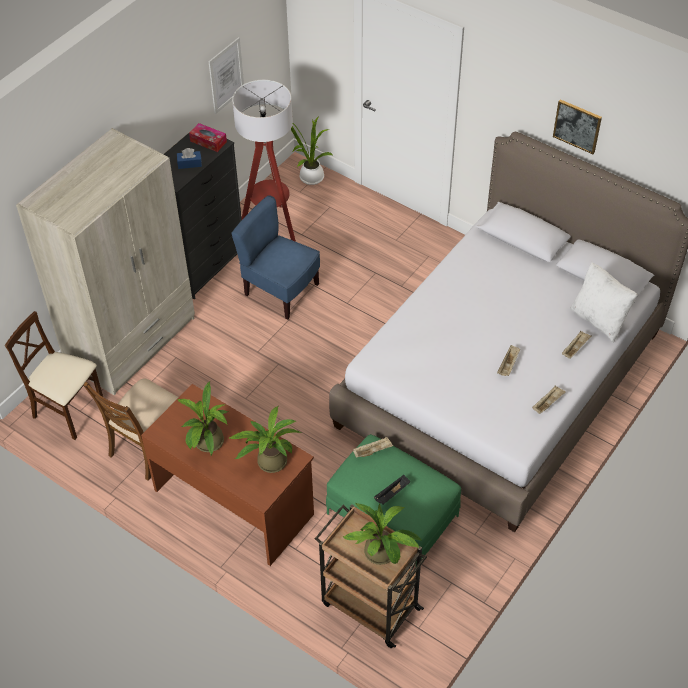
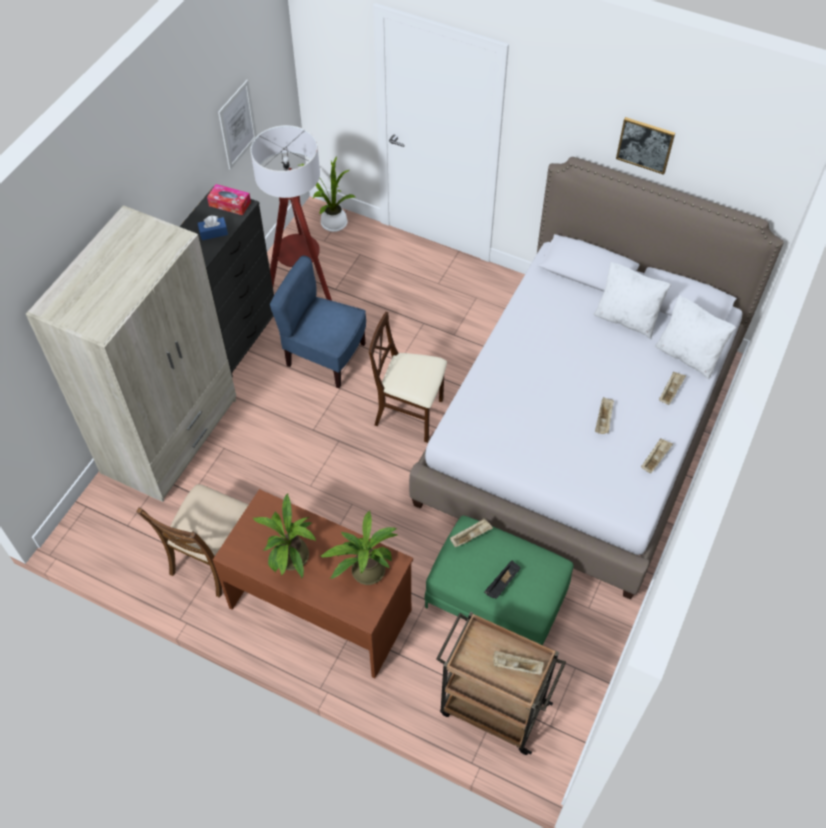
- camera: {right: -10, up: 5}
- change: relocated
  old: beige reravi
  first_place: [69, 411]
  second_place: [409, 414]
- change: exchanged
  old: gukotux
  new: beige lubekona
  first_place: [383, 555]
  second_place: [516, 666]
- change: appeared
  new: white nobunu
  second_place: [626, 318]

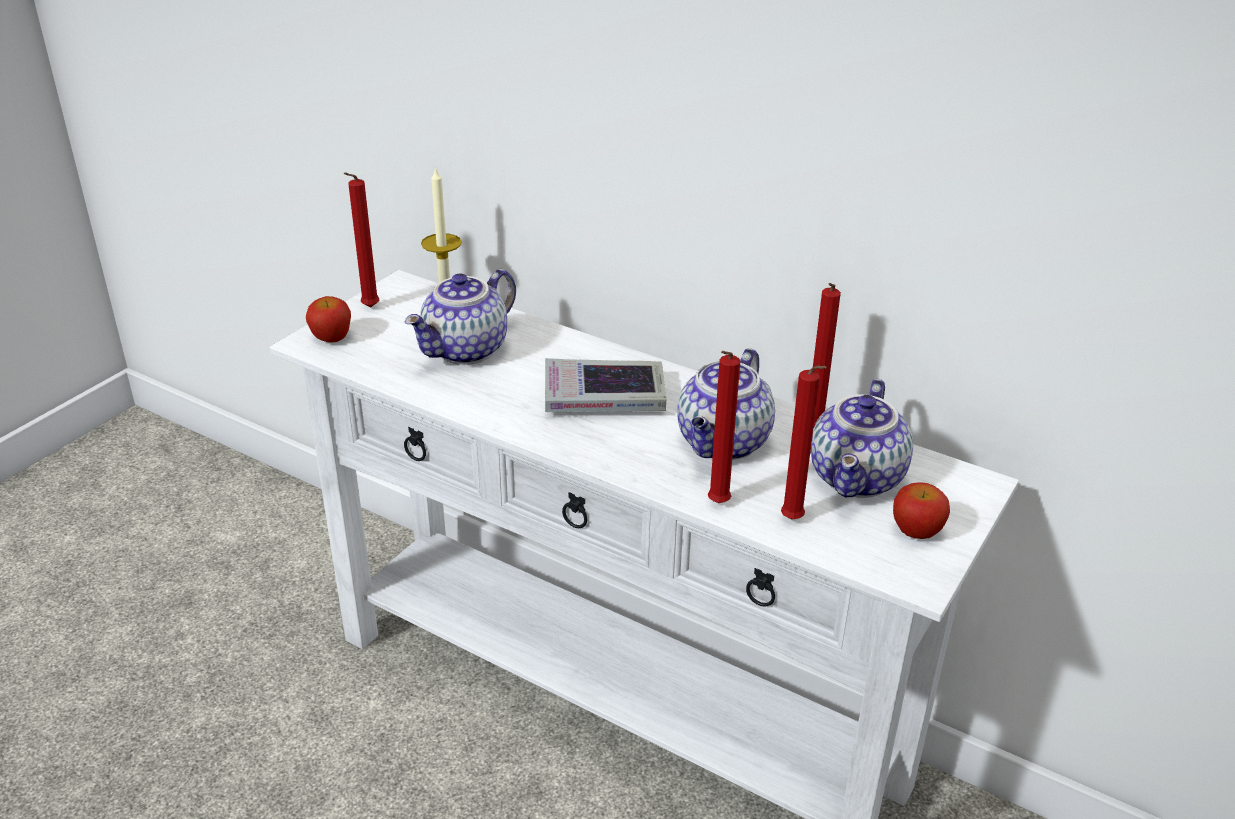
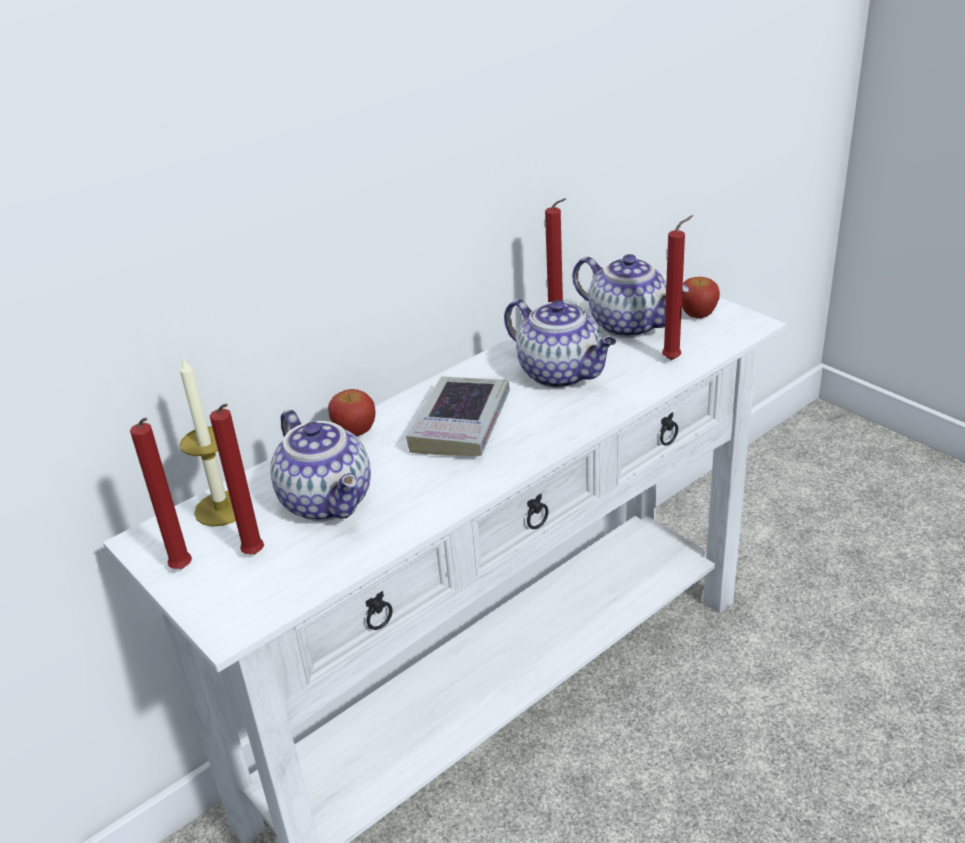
- camera: {right: -70, up: 0}
- change: relocated
  old: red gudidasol
  first_place: [716, 505]
  second_place: [256, 556]
- change: relocated
  old: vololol
  first_place: [331, 337]
  second_place: [355, 431]

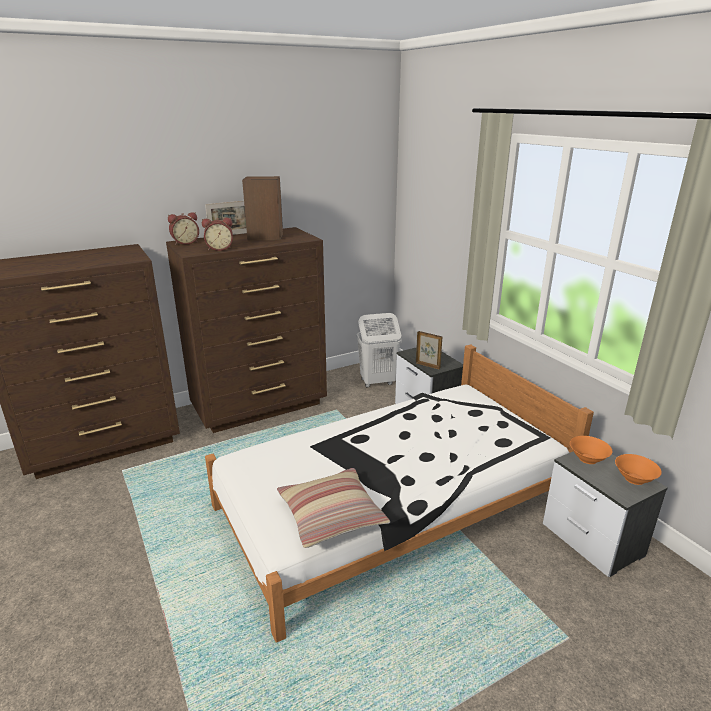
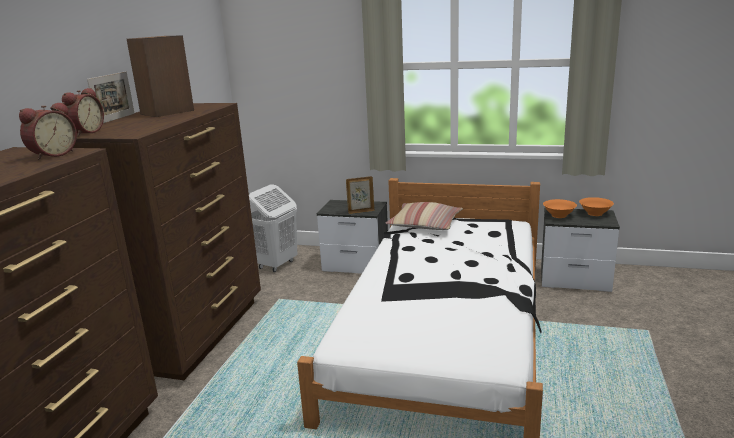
- camera: {right: -45, up: -5}
- change: relocated
  old: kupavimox
  first_place: [219, 248]
  second_place: [52, 155]
- change: relocated
  old: nobunu
  first_place: [331, 515]
  second_place: [425, 225]

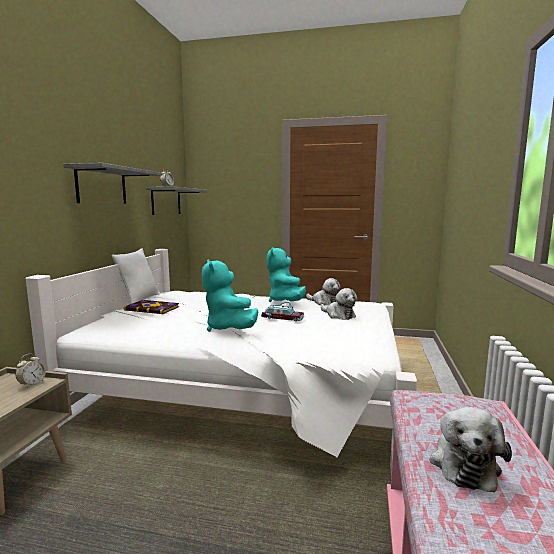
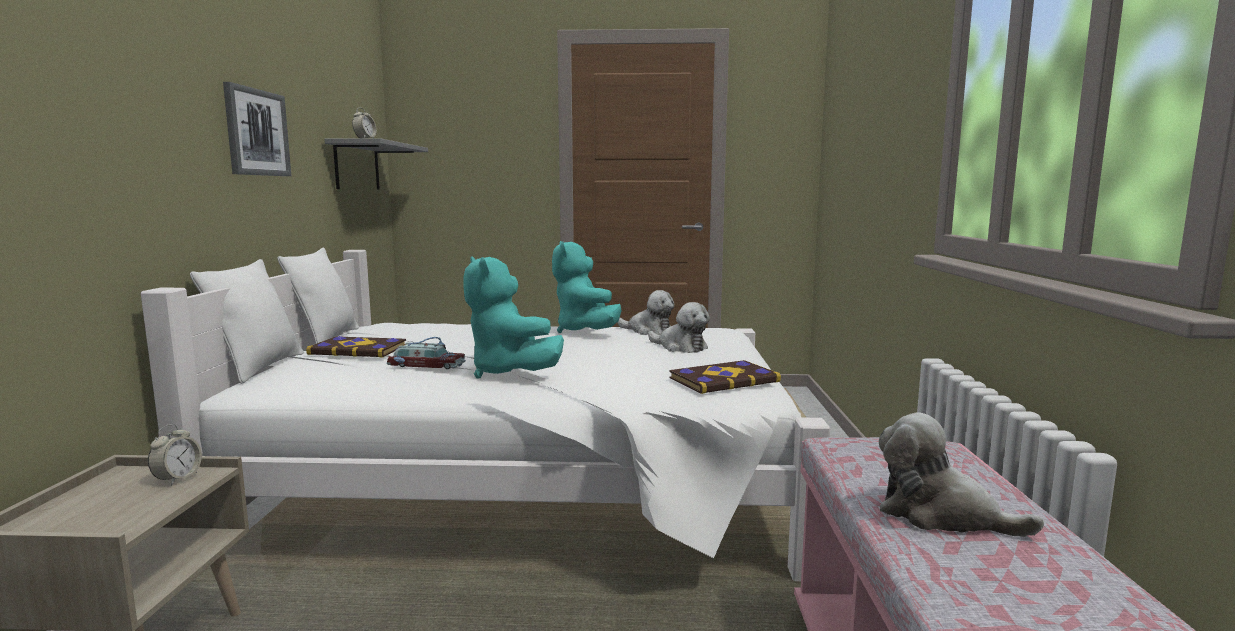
- camera: {right: -10, up: 0}
- change: appeared
  new: white nobunu
  second_place: [259, 368]
- change: exchanged
  old: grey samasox
  new: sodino
  first_place: [101, 186]
  second_place: [256, 132]
- change: relocated
  old: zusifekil
  first_place: [282, 317]
  second_place: [426, 364]
- change: appeared
  new: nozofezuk
  second_place: [723, 380]
- change: spun
  old: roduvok
  first_place: [464, 463]
  second_place: [940, 515]
  degrees: 120

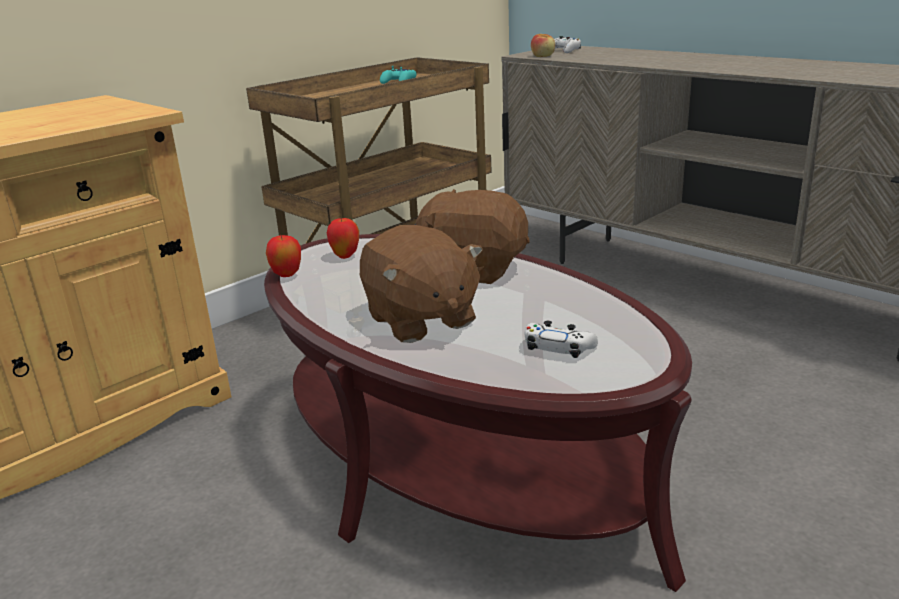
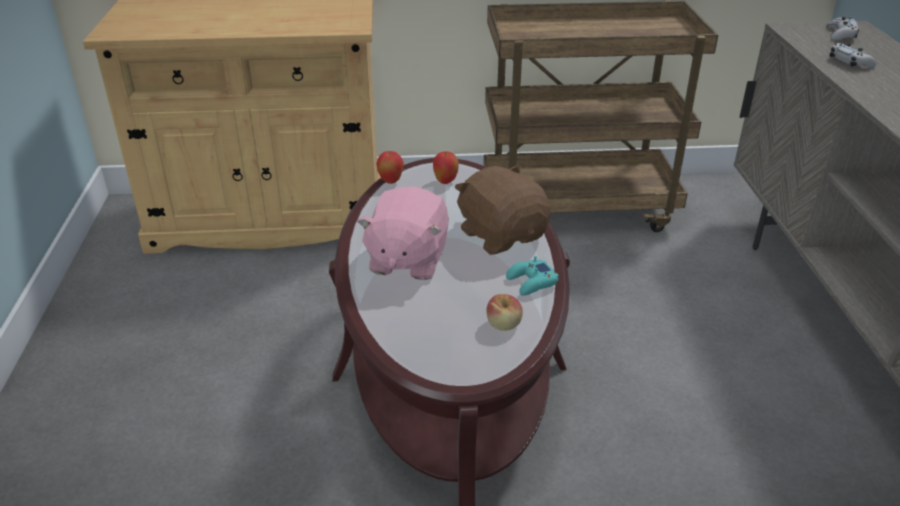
- camera: {right: 40, up: 10}
- change: colour
  old: brown roduvok
  new: pink roduvok
  first_place: [420, 320]
  second_place: [407, 260]
- change: relocated
  old: vololol
  first_place: [543, 56]
  second_place: [504, 324]
- change: relocated
  old: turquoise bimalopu
  first_place: [399, 81]
  second_place: [531, 282]
- change: relocated
  old: white bimalopu
  first_place: [558, 348]
  second_place: [849, 62]

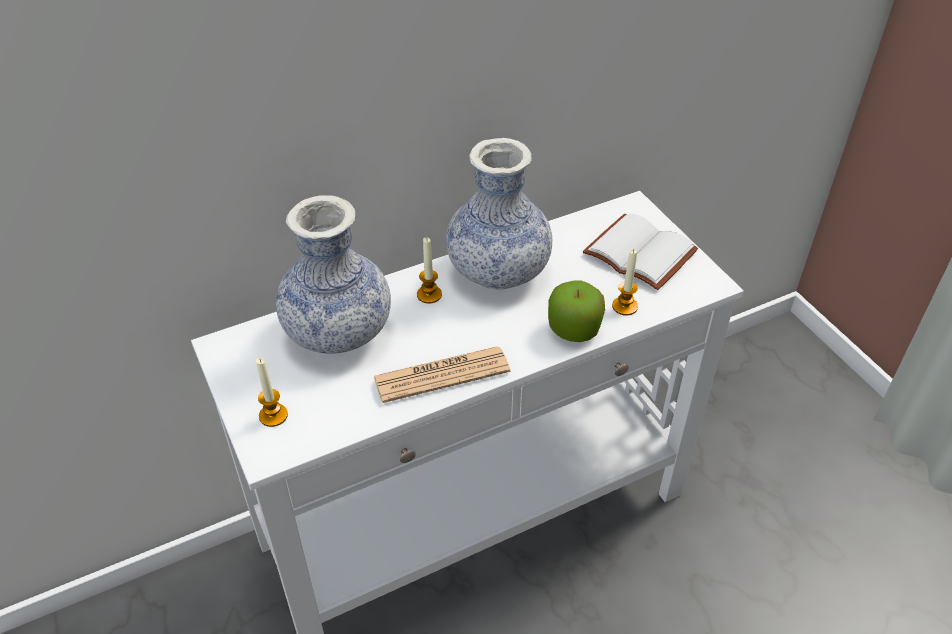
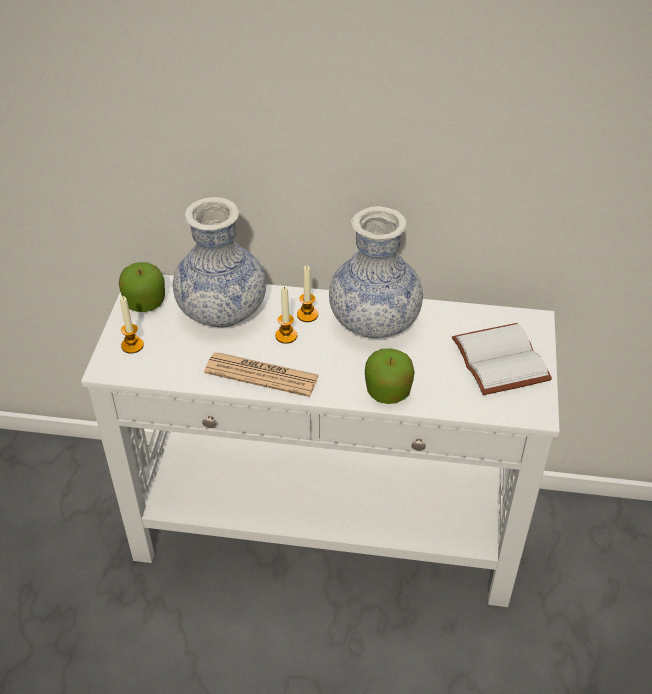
- camera: {right: 35, up: 0}
- change: appeared
  new: vololol
  second_place: [145, 302]
- change: relocated
  old: gudidasol
  first_place: [624, 306]
  second_place: [286, 336]

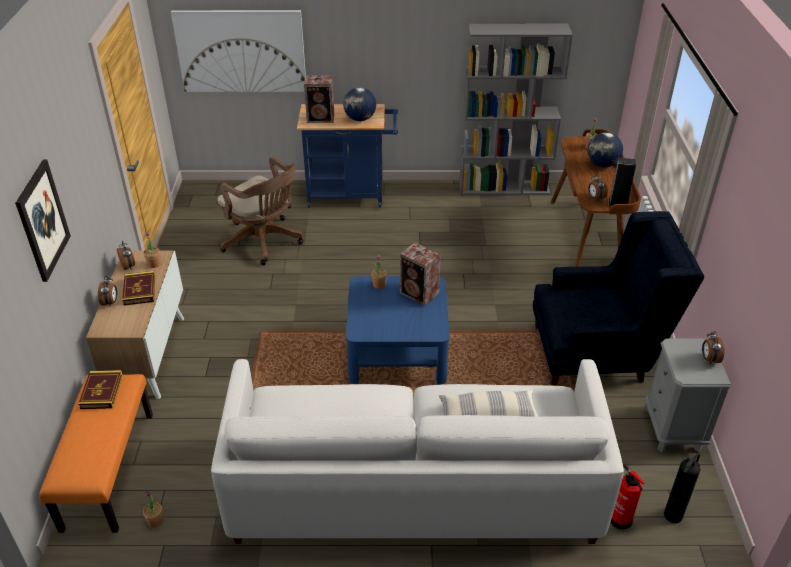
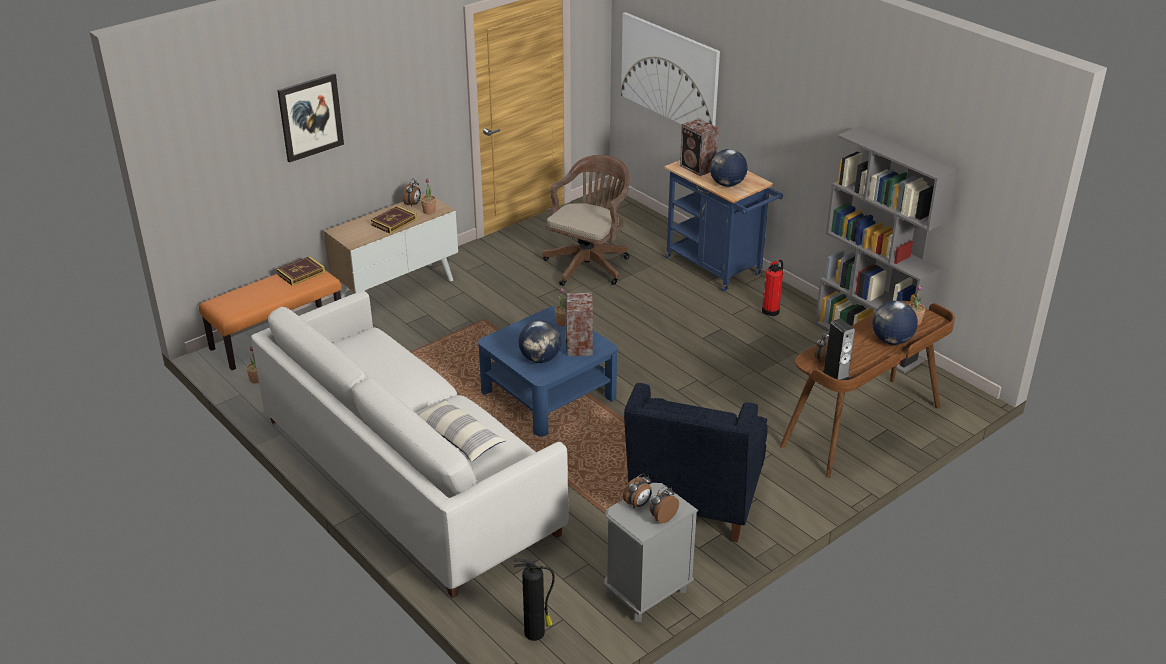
- camera: {right: 50, up: -5}
- change: appeared
  new: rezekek
  second_place: [540, 359]
- change: spun
  old: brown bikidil
  first_place: [264, 242]
  second_place: [589, 264]
  degrees: -150
- change: relocated
  old: kupavimox
  first_place: [110, 302]
  second_place: [638, 504]
- change: spun
  old: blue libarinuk
  first_place: [598, 352]
  second_place: [695, 505]
  degrees: 60
- change: relocated
  old: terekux
  first_place: [619, 518]
  second_place: [771, 310]

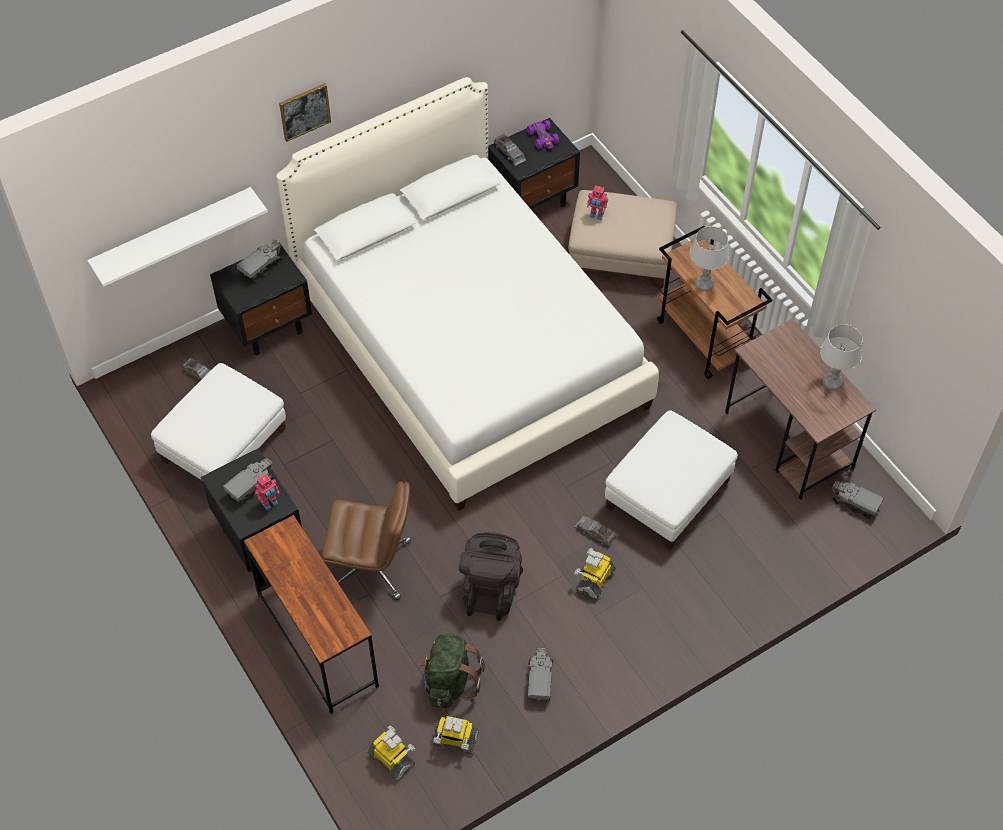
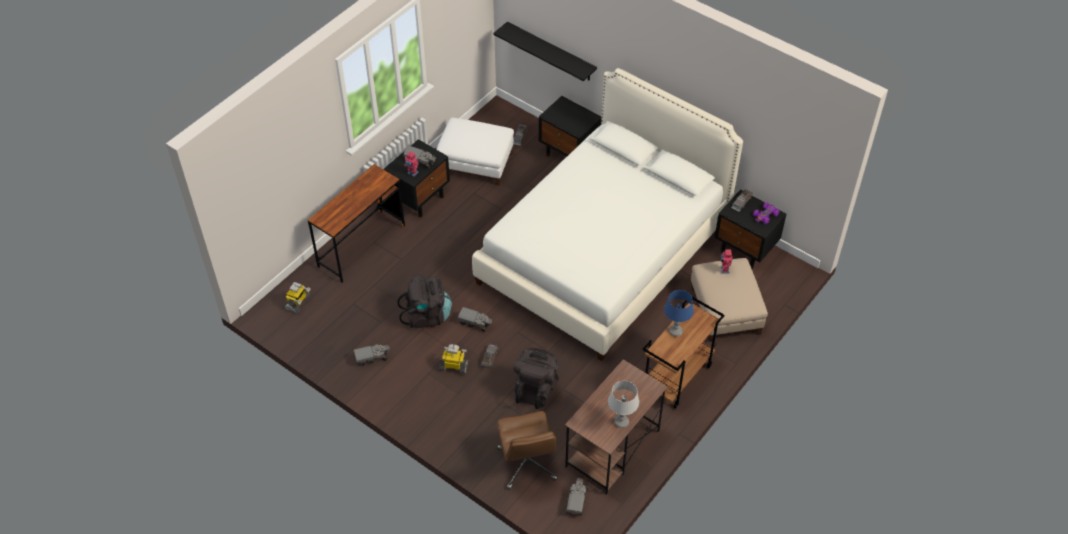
- camera: {right: 70, up: -5}
- change: relocated
  old: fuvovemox
  first_place: [261, 267]
  second_place: [475, 323]
- change: colour
  old: white samasox
  new: black samasox
  first_place: [173, 234]
  second_place: [551, 52]
- change: relocated
  old: brown bikidil
  first_place: [372, 566]
  second_place: [527, 464]
- change: exchanged
  old: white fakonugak
  new: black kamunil
  first_place: [668, 494]
  second_place: [536, 389]
- change: colour
  old: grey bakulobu
  new: blue bakulobu
  first_place: [704, 285]
  second_place: [675, 331]
- change: missing
  old: sodino
  first_place: [304, 111]
- change: missing
  old: green kamunil
  first_place: [449, 681]
- change: missing
  old: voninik
  first_place: [455, 740]

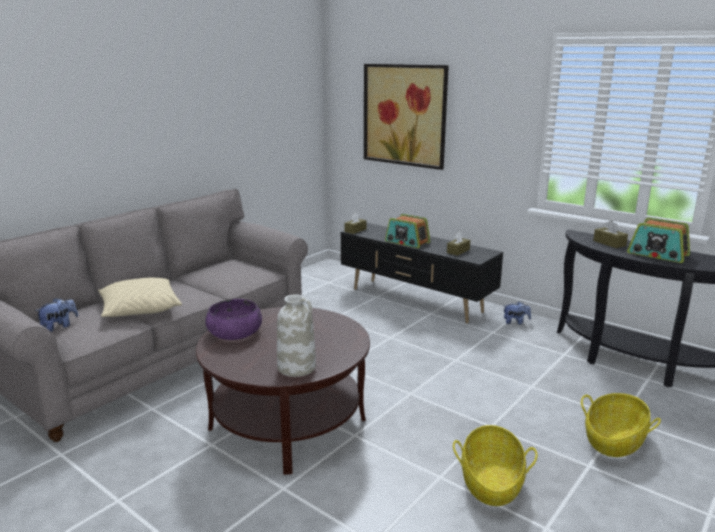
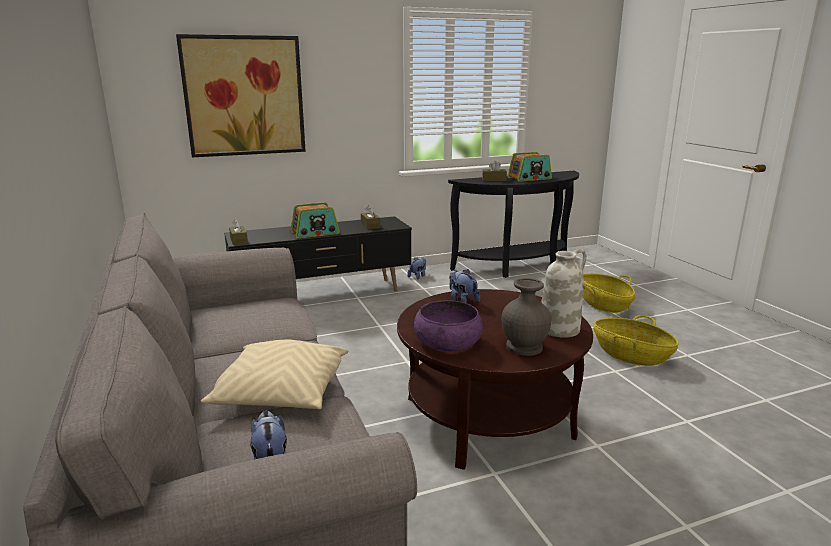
- camera: {right: -60, up: 0}
- change: appeared
  new: roduvok
  second_place: [462, 300]
- change: appeared
  new: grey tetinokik
  second_place: [523, 347]

